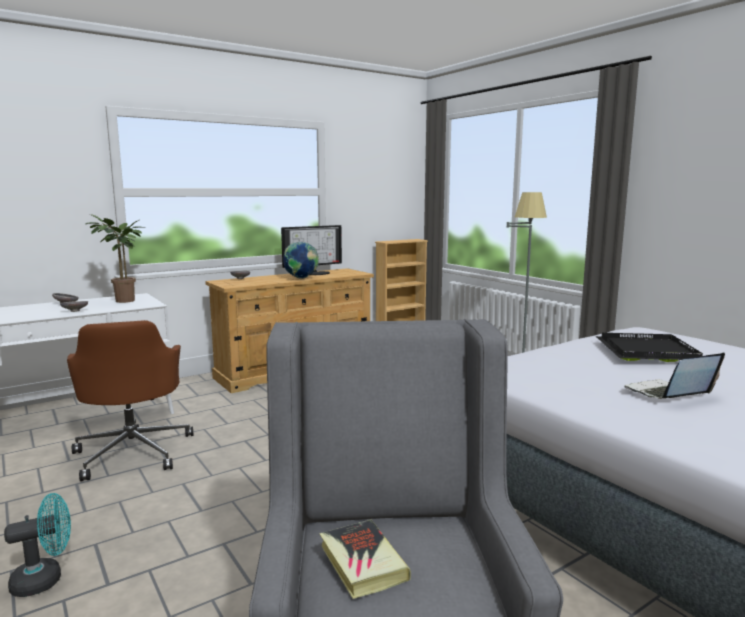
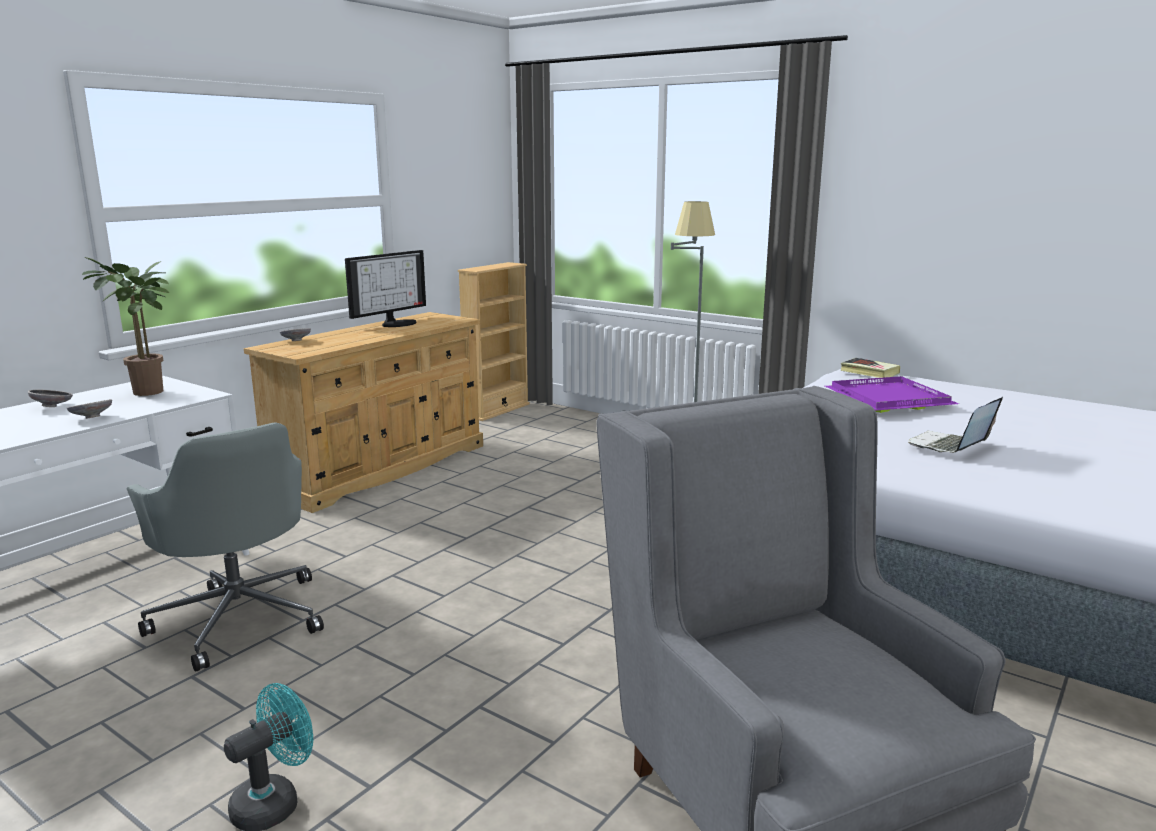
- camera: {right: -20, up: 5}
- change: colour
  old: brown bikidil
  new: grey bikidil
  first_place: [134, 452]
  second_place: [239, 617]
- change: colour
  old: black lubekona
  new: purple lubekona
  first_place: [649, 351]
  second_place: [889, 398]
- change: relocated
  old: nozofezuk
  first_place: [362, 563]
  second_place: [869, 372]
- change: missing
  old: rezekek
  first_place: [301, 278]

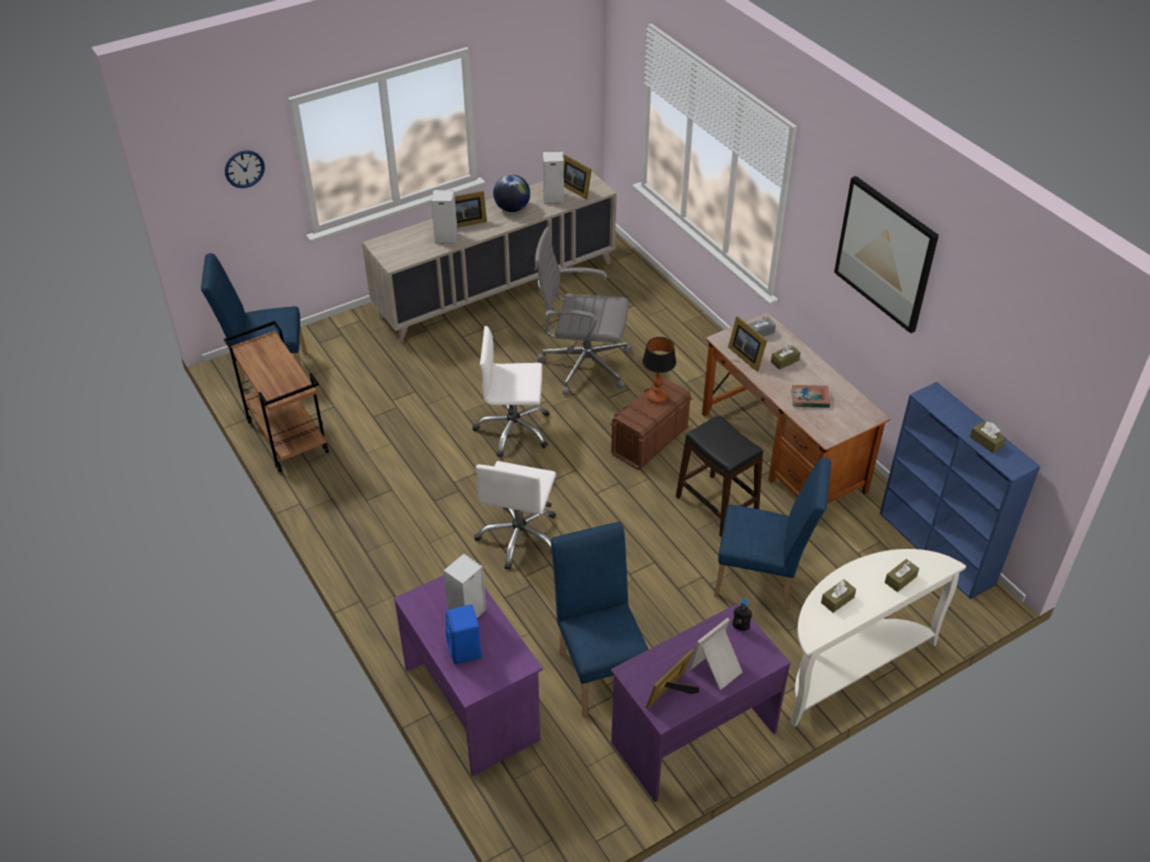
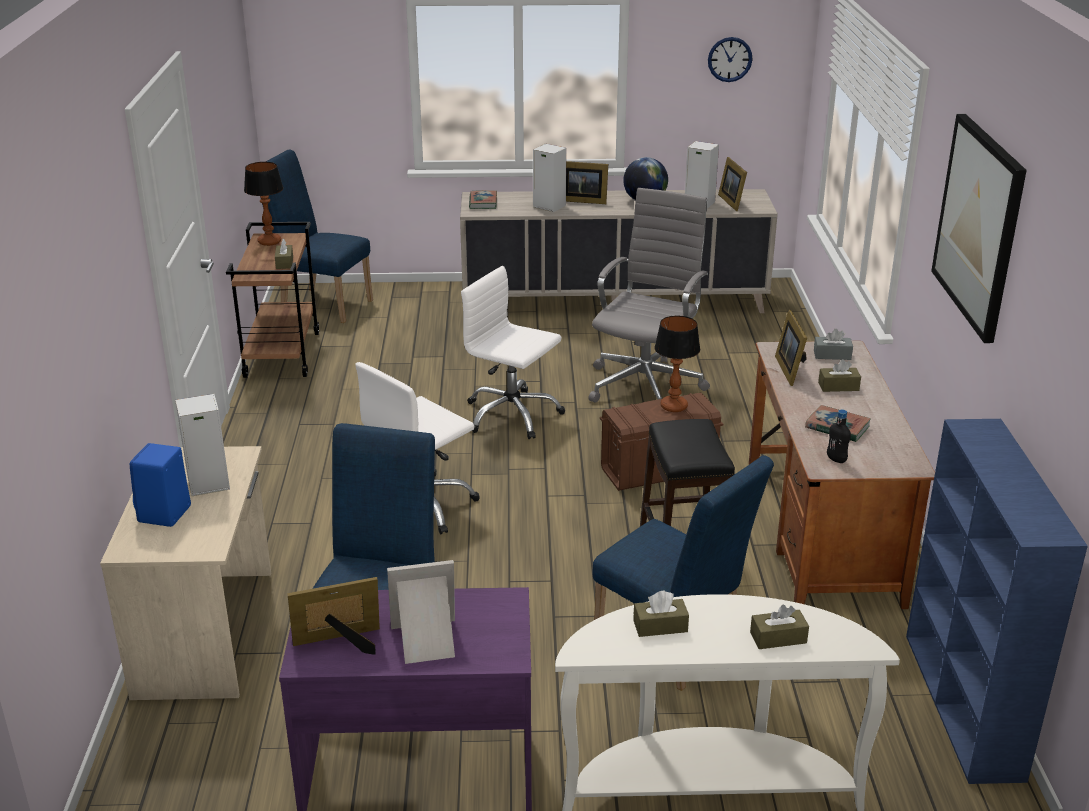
- camera: {right: 30, up: -15}
- change: colour
  old: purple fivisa
  new: beige fivisa
  first_place: [473, 702]
  second_place: [208, 631]
- change: appeared
  new: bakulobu
  second_place: [270, 242]
- change: relocated
  old: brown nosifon
  first_place: [986, 442]
  second_place: [284, 262]
- change: appeared
  new: nozofezuk
  second_place: [483, 202]
- change: spun
  old: grey bikidil
  first_place: [582, 364]
  second_place: [646, 384]
  degrees: 75
- change: relocated
  old: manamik
  first_place: [244, 169]
  second_place: [729, 59]
- change: relocated
  old: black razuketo
  first_place: [740, 627]
  second_place: [836, 459]

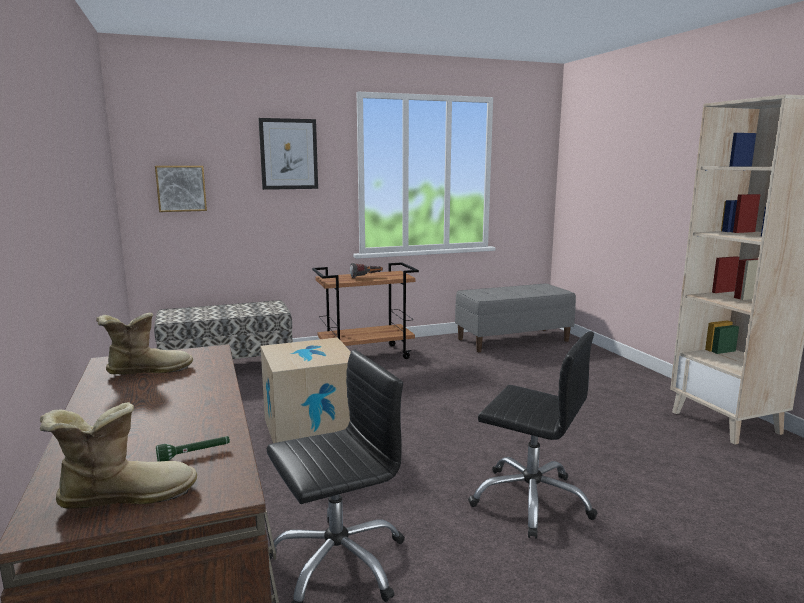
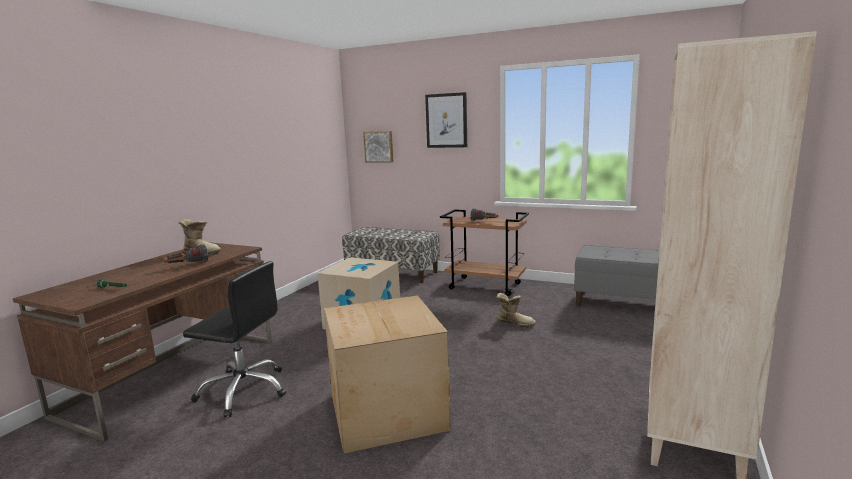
- camera: {right: 45, up: 0}
- change: appeared
  new: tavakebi
  second_place: [187, 265]
- change: exchanged
  old: black bikidil
  new: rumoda
  first_place: [531, 500]
  second_place: [385, 413]
- change: relocated
  old: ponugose
  first_place: [125, 495]
  second_place: [515, 323]

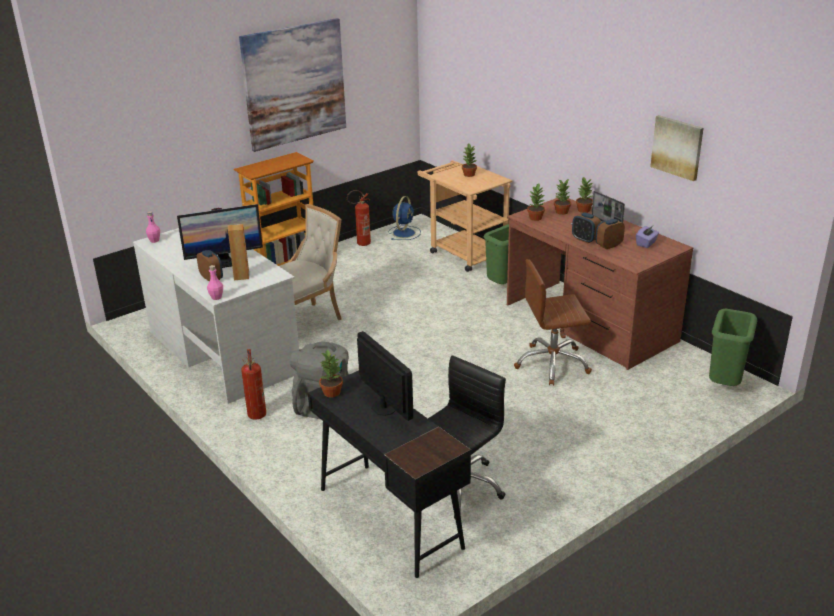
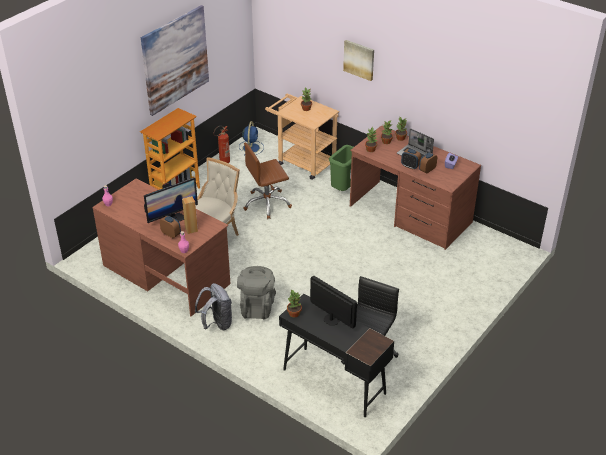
- camera: {right: -15, up: 10}
- change: colour
  old: white fivisa
  new: brown fivisa
  first_place: [223, 351]
  second_place: [166, 274]
- change: exchanged
  old: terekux
  new: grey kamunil
  first_place: [257, 417]
  second_place: [216, 324]
- change: relocated
  old: brown bikidil
  first_place: [552, 364]
  second_place: [267, 204]
- change: relocated
  old: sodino
  first_place: [677, 147]
  second_place: [359, 59]
- change: missing
  old: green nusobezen
  first_place: [725, 385]

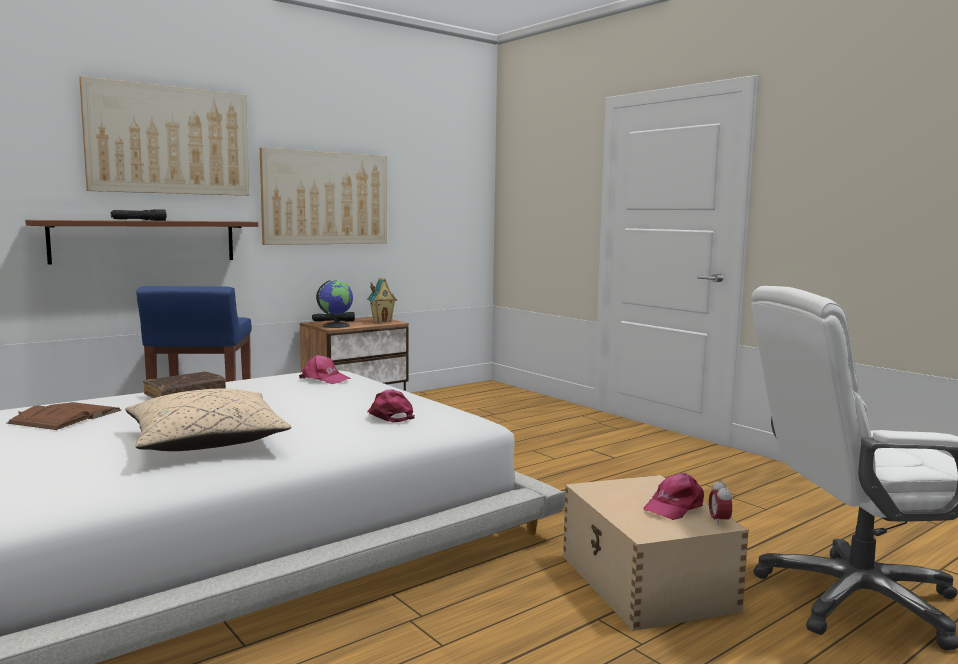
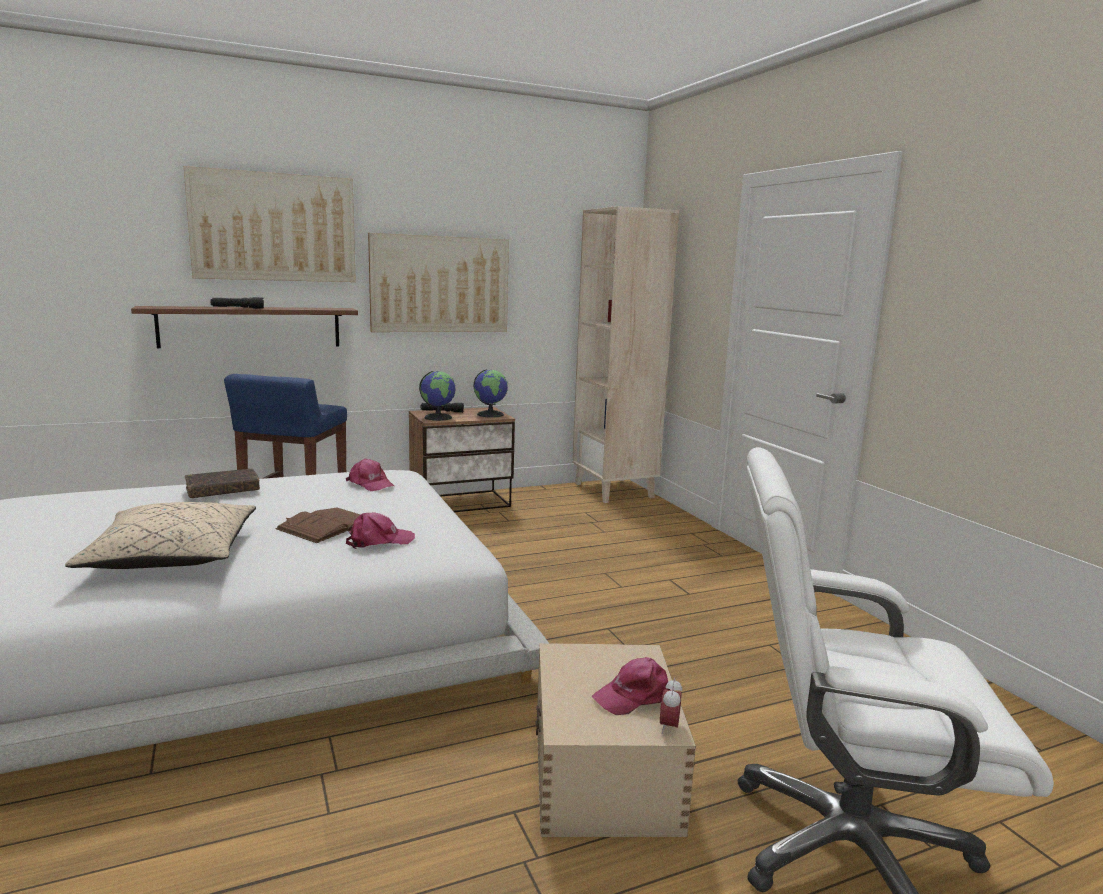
- camera: {right: 15, up: 5}
- change: relocated
  old: brown nozofezuk
  first_place: [66, 417]
  second_place: [328, 525]
- change: spun
  old: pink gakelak
  first_place: [389, 415]
  second_place: [379, 541]
  degrees: 75
- change: exchanged
  old: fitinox
  new: rezekek
  first_place: [382, 321]
  second_place: [490, 414]
- change: appeared
  new: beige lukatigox
  second_place: [614, 490]

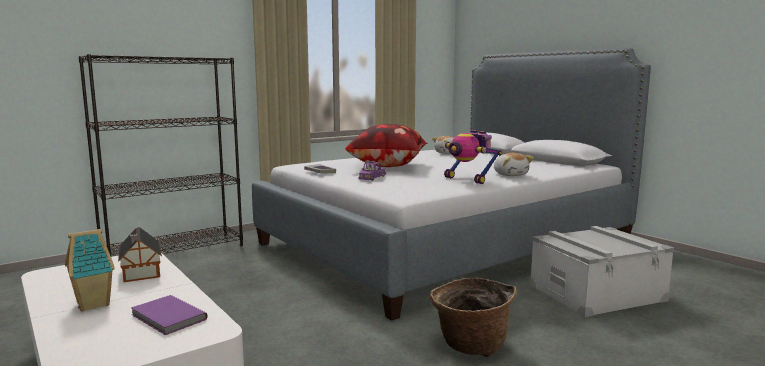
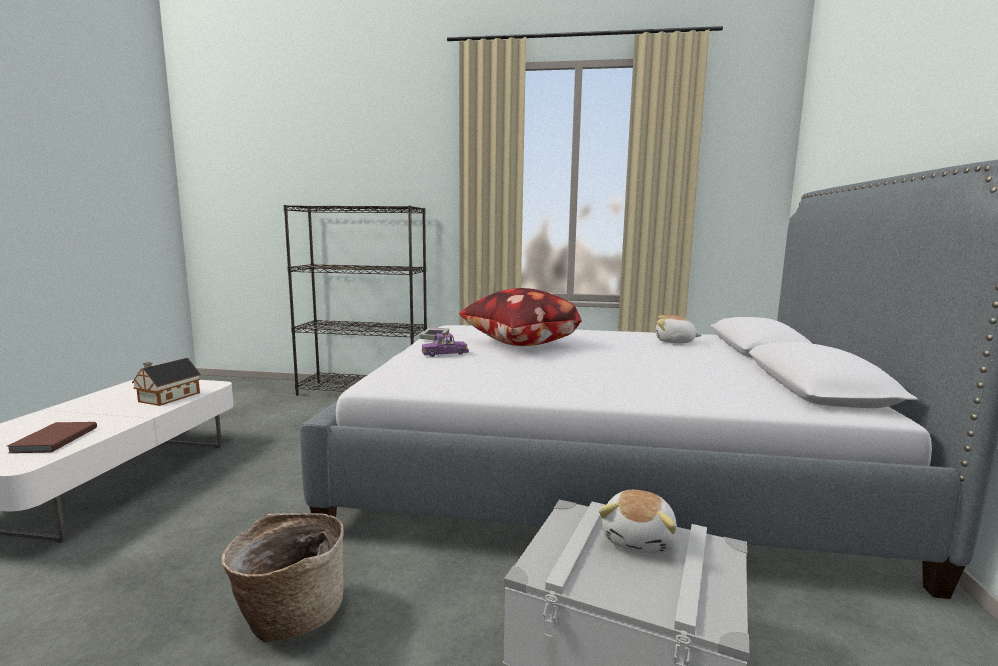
- camera: {right: 45, up: 0}
- change: colour
  old: purple nozofezuk
  new: brown nozofezuk
  first_place: [167, 318]
  second_place: [52, 440]
- change: relocated
  old: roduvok
  first_place: [510, 175]
  second_place: [639, 539]
- change: missing
  old: fitinox
  first_place: [94, 304]
- change: missing
  old: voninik
  first_place: [468, 180]

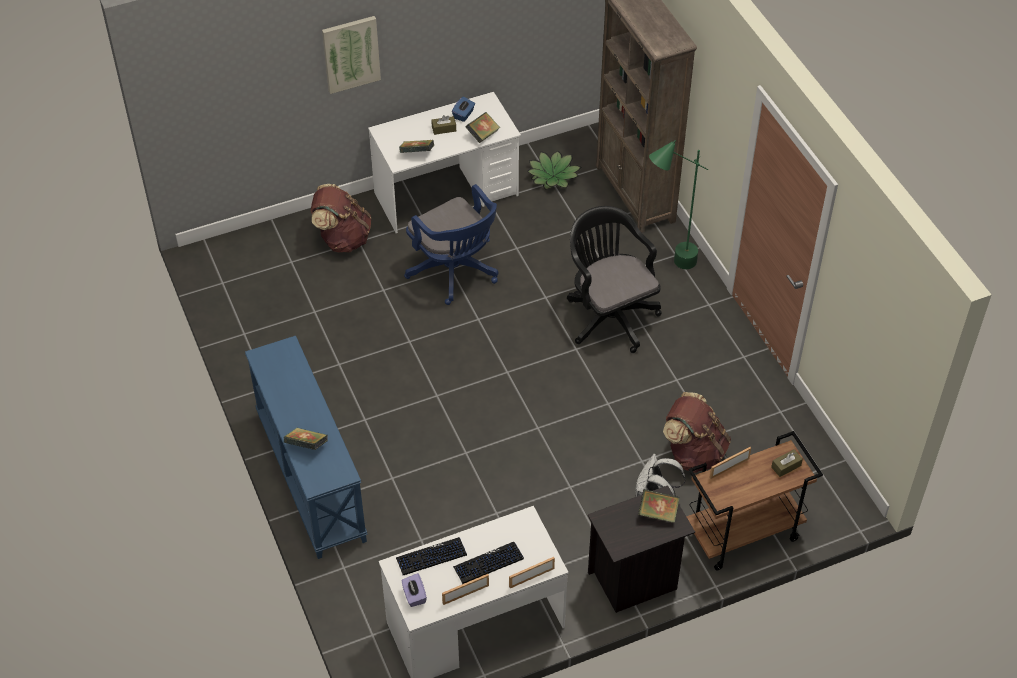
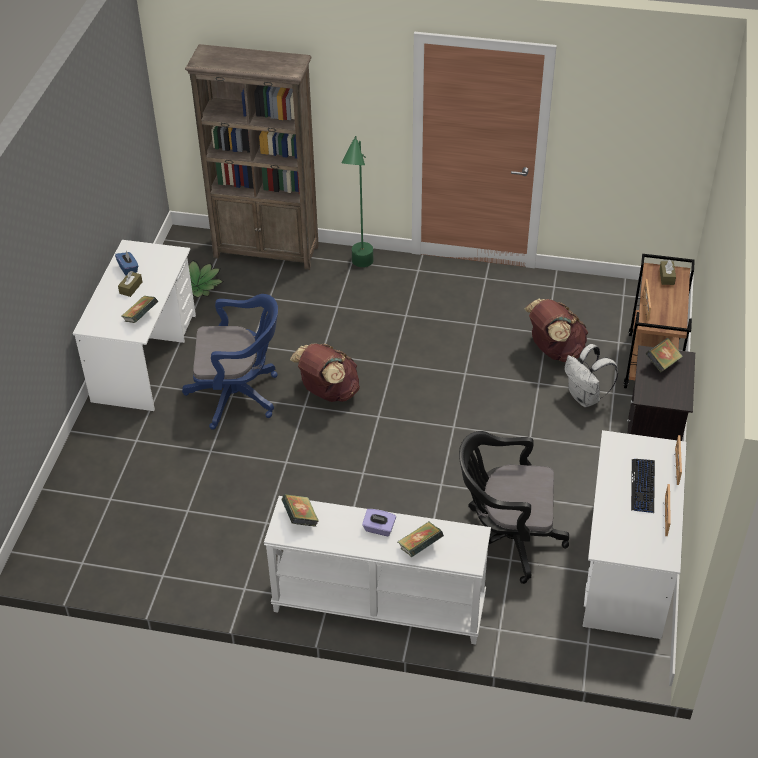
- camera: {right: -55, up: -5}
- change: colour
  old: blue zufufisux
  new: white zufufisux
  first_place: [309, 477]
  second_place: [378, 606]
- change: relocated
  old: nozofezuk
  first_place: [483, 135]
  second_place: [300, 518]
- change: relocated
  old: brown kamunil
  first_place: [342, 239]
  second_place: [328, 392]
- change: relocated
  old: purple nosifon
  first_place: [414, 595]
  second_place: [379, 529]
- change: relocated
  old: black bikidil
  first_place: [609, 315]
  second_place: [505, 539]
- change: missing
  old: sodino
  first_place: [351, 53]
- change: missing
  old: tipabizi
  first_place: [431, 557]

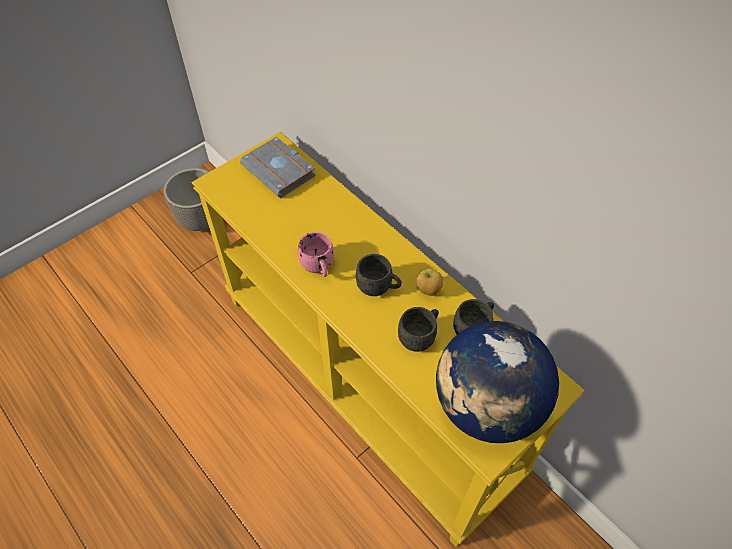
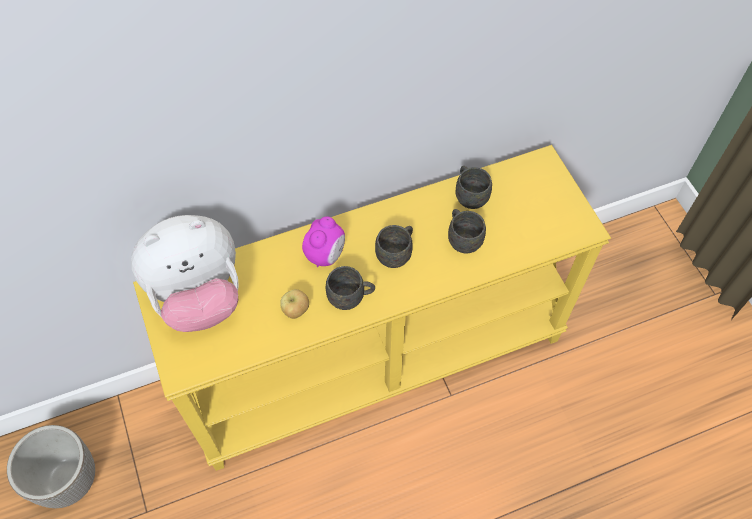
- camera: {right: -70, up: 5}
- change: exchanged
  old: grey nozofezuk
  new: roduvok
  first_place: [281, 171]
  second_place: [199, 296]
- change: relocated
  old: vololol
  first_place: [428, 290]
  second_place: [296, 311]
- change: appeared
  new: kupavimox
  second_place: [326, 255]
- change: colour
  old: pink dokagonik
  new: grey dokagonik
  first_place: [318, 267]
  second_place: [351, 297]
- change: missing
  old: rezekek
  first_place: [486, 406]

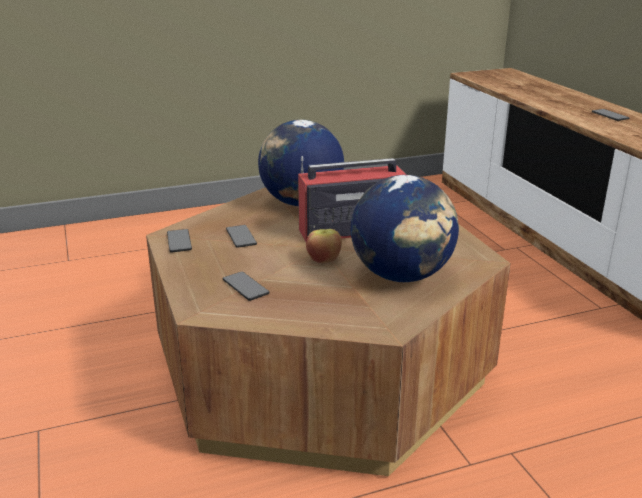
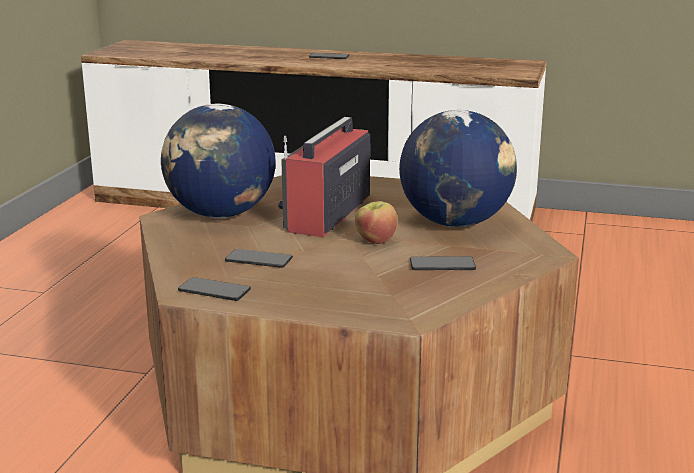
- camera: {right: -55, up: -5}
- change: relocated
  old: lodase
  first_place: [245, 287]
  second_place: [442, 265]

